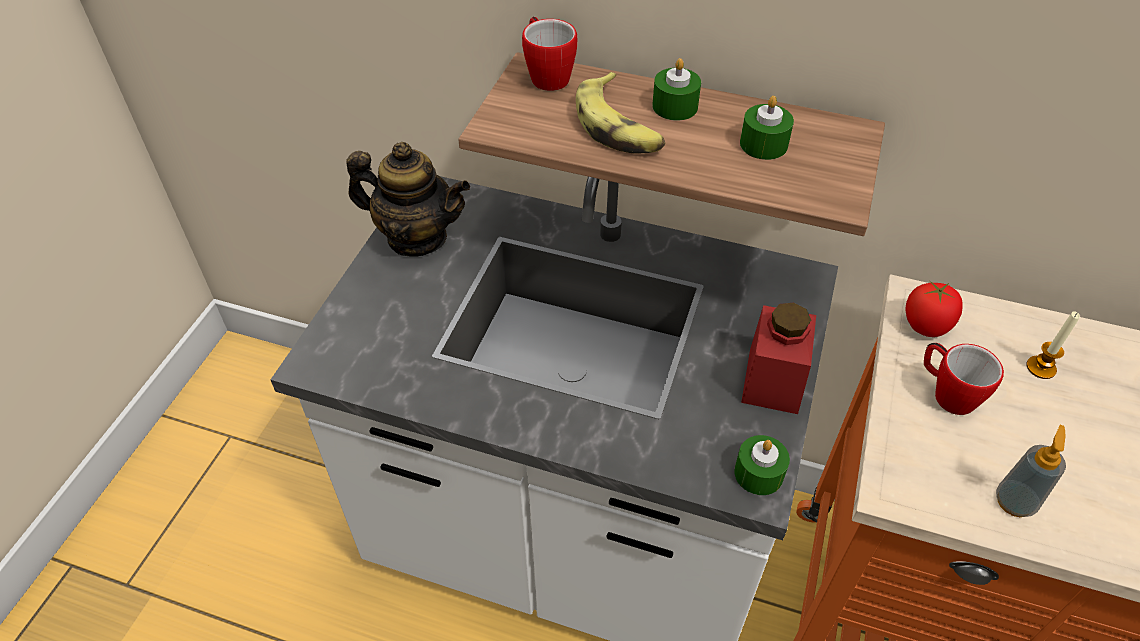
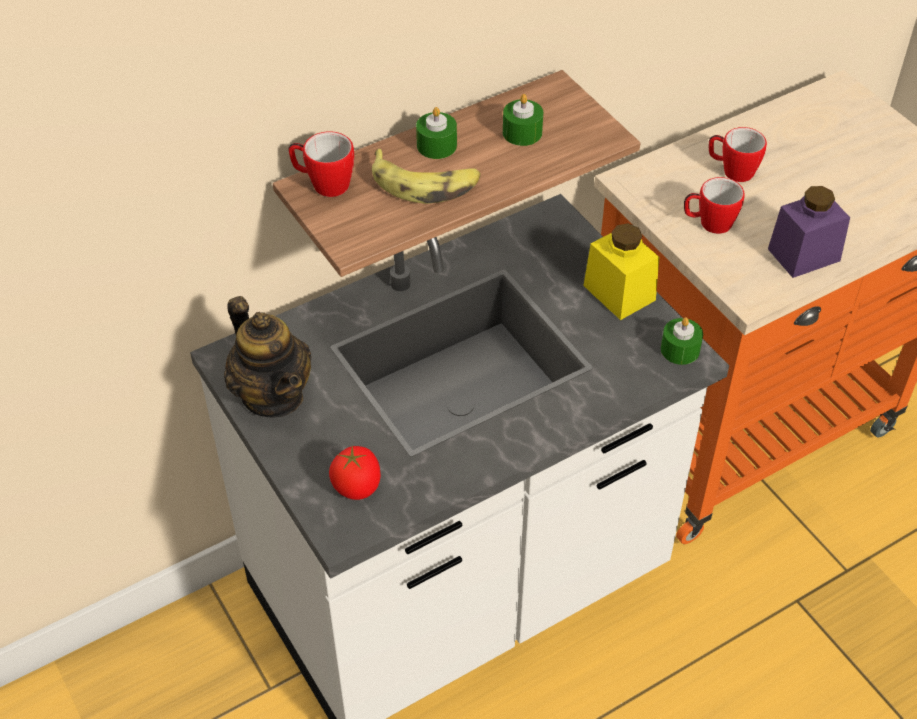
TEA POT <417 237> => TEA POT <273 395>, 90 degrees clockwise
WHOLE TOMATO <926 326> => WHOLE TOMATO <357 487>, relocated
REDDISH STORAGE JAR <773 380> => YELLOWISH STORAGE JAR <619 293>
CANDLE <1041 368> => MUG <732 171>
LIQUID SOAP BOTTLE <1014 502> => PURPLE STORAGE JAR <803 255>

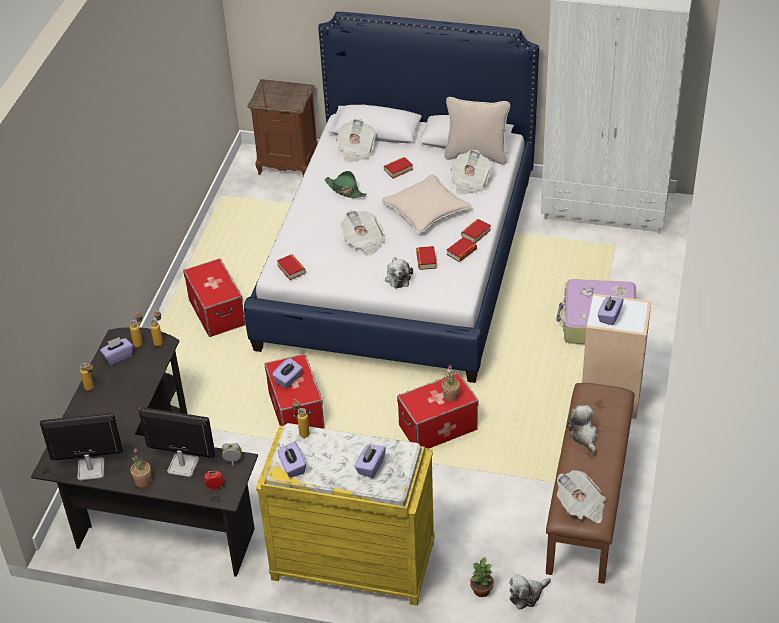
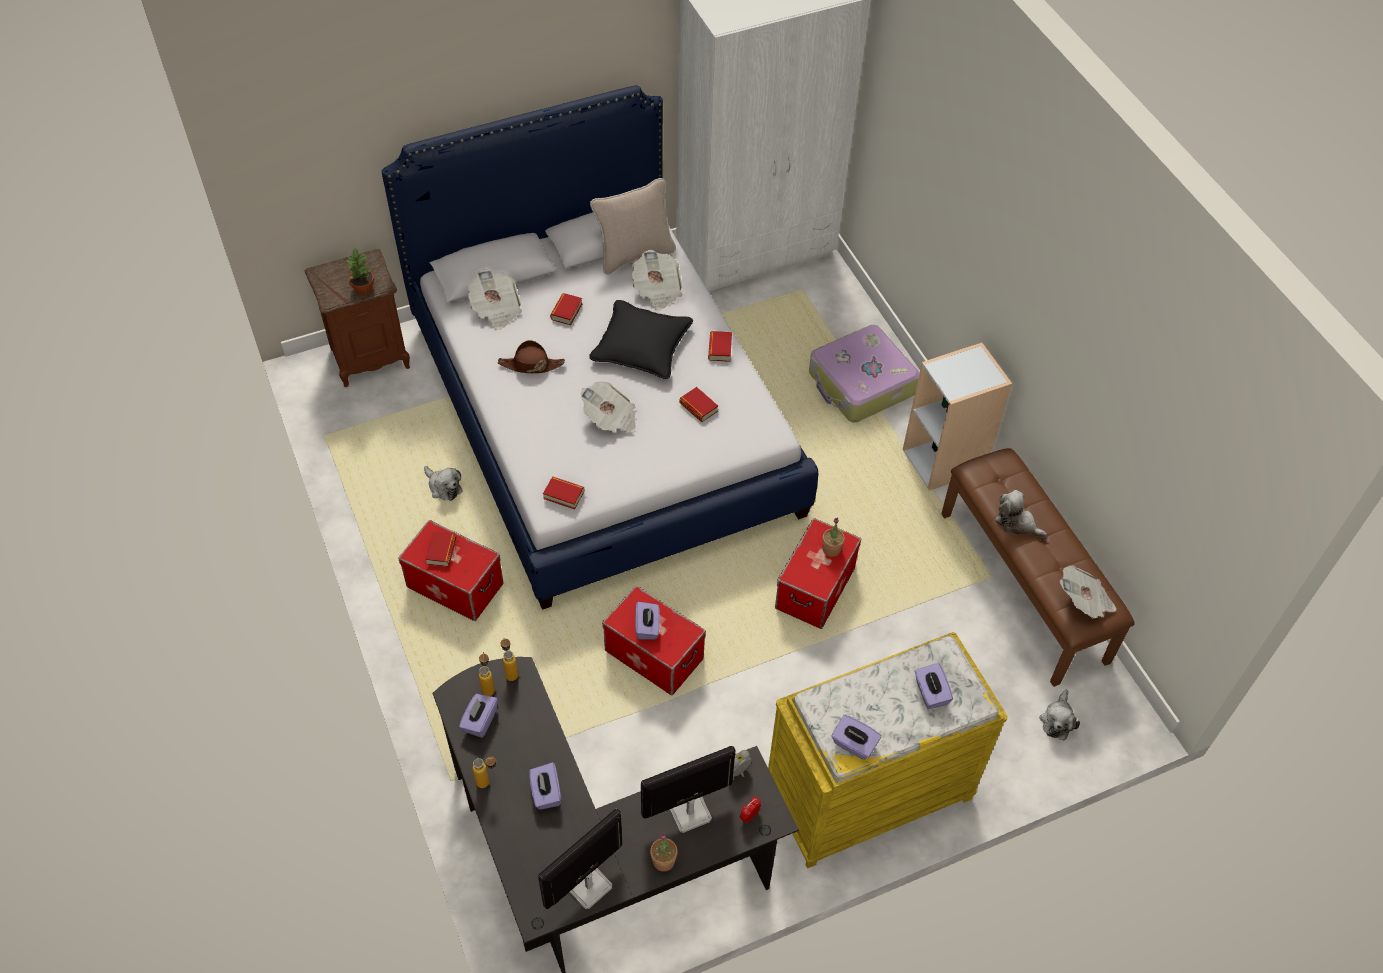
PLANT IN A POT <481 590> => PLANT IN A POT <363 289>, relocated
CUDDLY TOY <397 277> => CUDDLY TOY <443 487>, relocated
VOLUME <461 252> => VOLUME <441 551>, relocated
GREEN-COLOURED HAT <345 190> => BROWNISH HAT <531 365>
PURPLE TISSUE BOX <609 316> => PURPLE TISSUE BOX <546 793>, relocated
SAND-COLOURED PILLOW <426 209> => BLACK PILLOW <641 345>
DRINK BOTTLE <302 431> => nothing

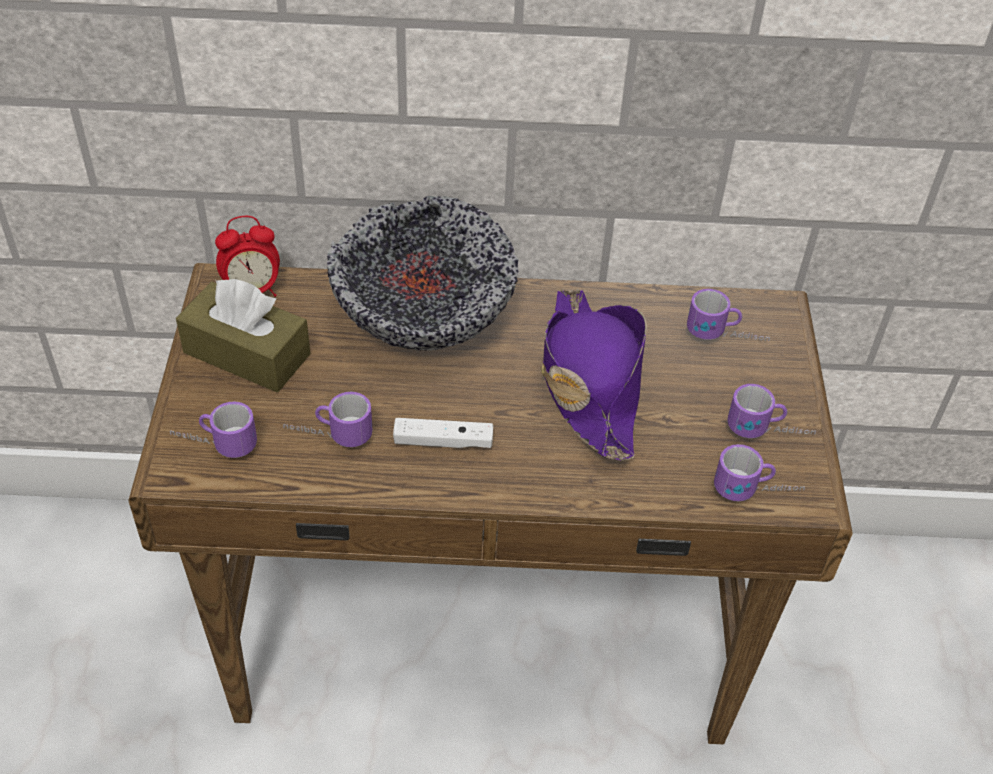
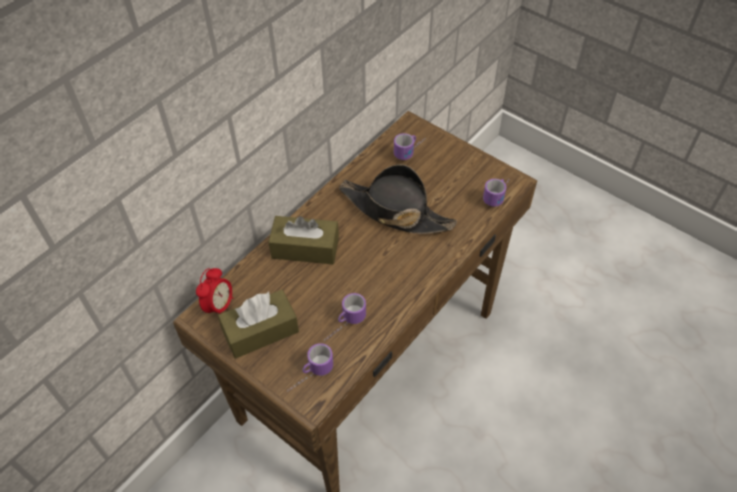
BOWL <424 321> => BROWNISH TISSUE BOX <305 248>
PURPLE HAT <590 381> => BLACK HAT <395 211>
WHITISH JOYPAD <443 441> => nothing
MUG <769 433> => nothing

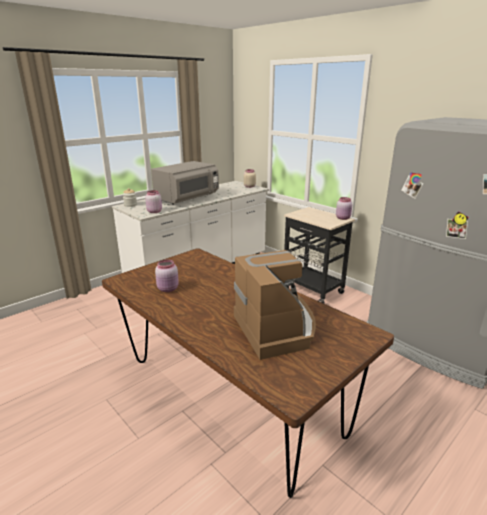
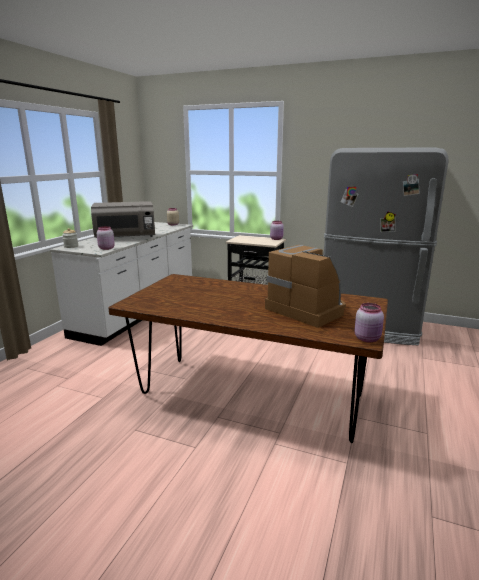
GREY MICROWAVE OVEN <187 199> => GREY MICROWAVE OVEN <125 237>, 60 degrees clockwise
PINKISH STORAGE JAR <168 289> => PINKISH STORAGE JAR <368 338>, relocated

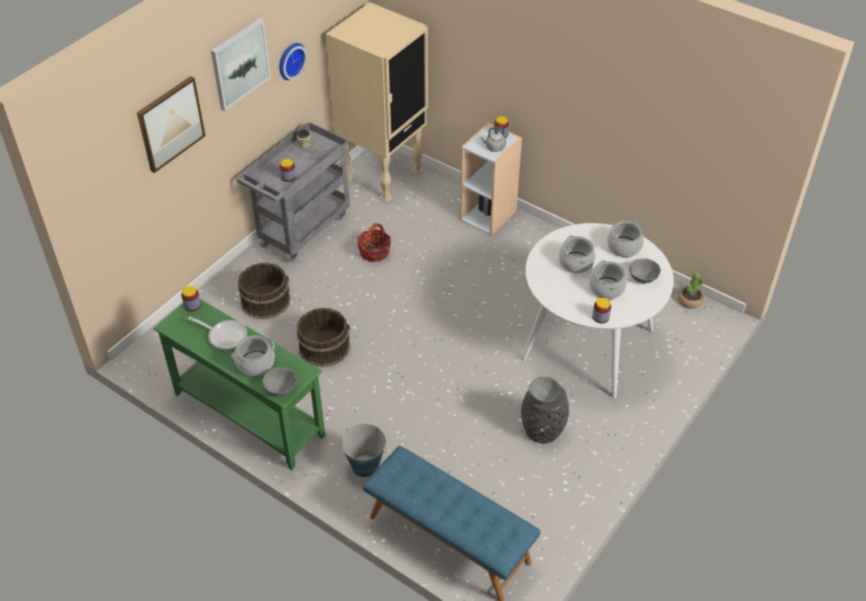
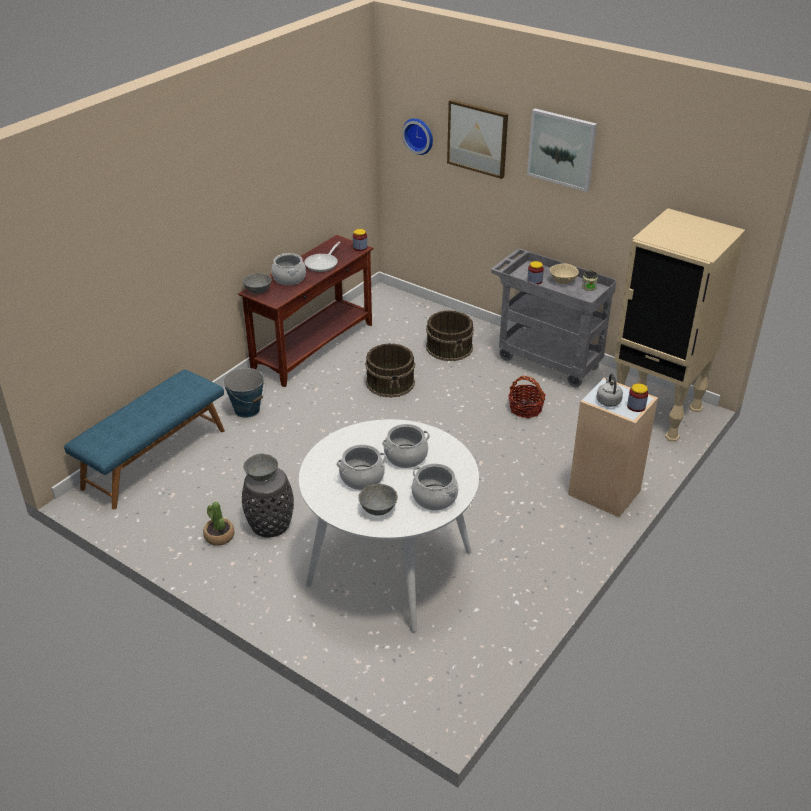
PLANT IN A POT <690 300> => PLANT IN A POT <219 536>, relocated
GREEN-COLOURED CONSOLE TABLE <248 415> => BROWNISH CONSOLE TABLE <313 347>
CLOCK ON THE WALL <290 60> => CLOCK ON THE WALL <419 135>, relocated
nothing => SAND-COLOURED BOWL <562 281>
STORAGE JAR <600 317> => nothing

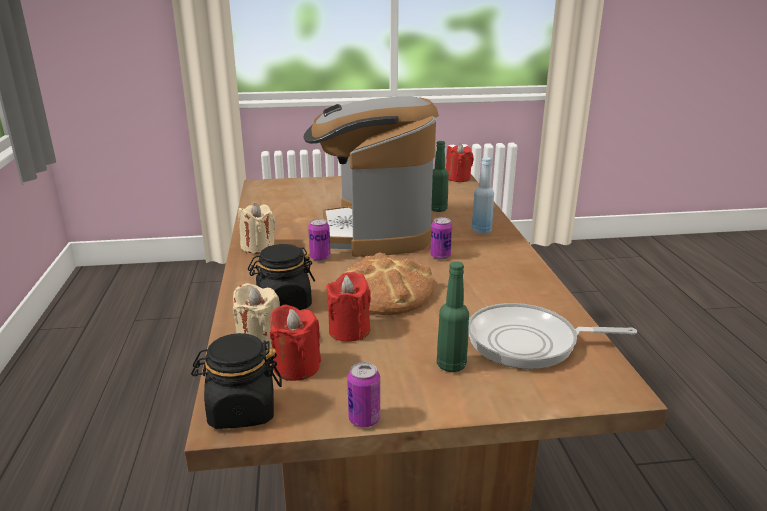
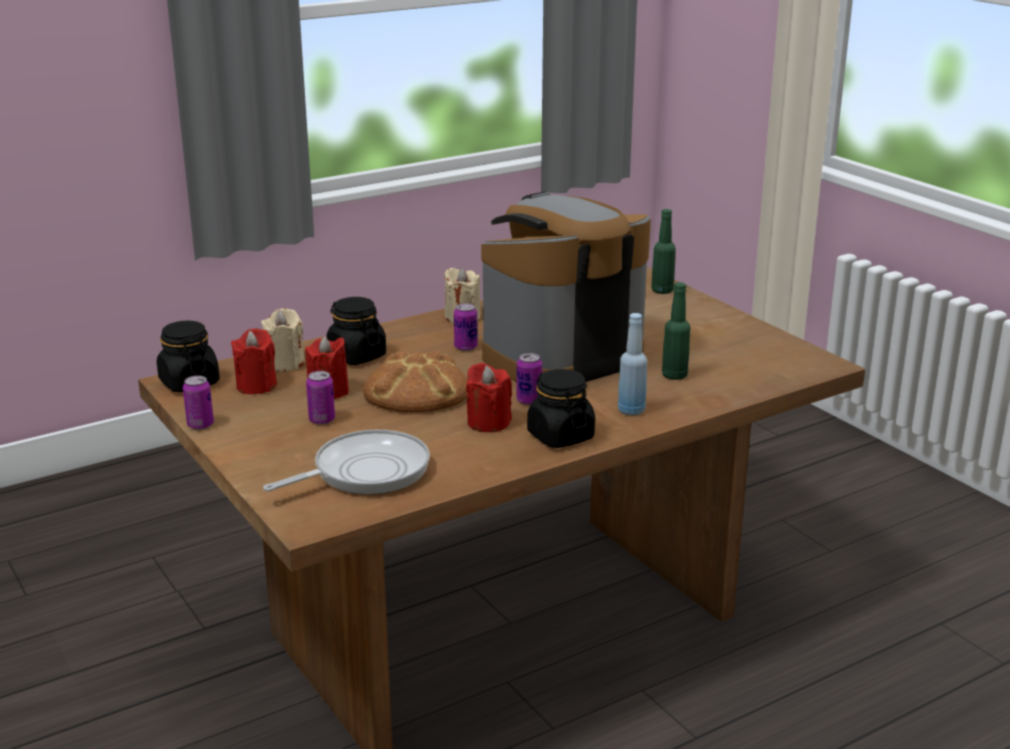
FRYING PAN <528 343> => FRYING PAN <365 472>, 75 degrees clockwise
nothing => METAL CAN <322 420>
REDDISH CANDLE <458 178> => REDDISH CANDLE <488 422>, relocated
nothing => BLACK STORAGE JAR <560 436>
GREEN-COLOURED DRINK BOTTLE <451 365> => GREEN-COLOURED DRINK BOTTLE <662 290>, relocated

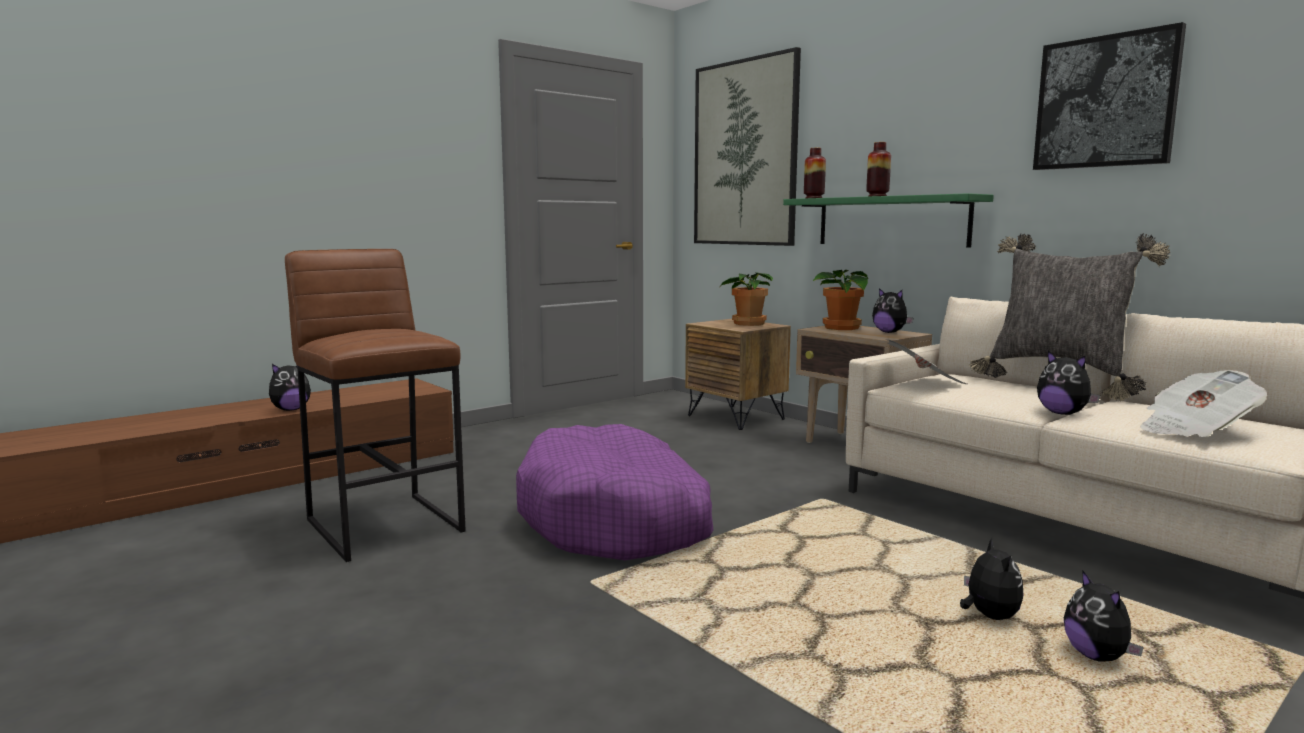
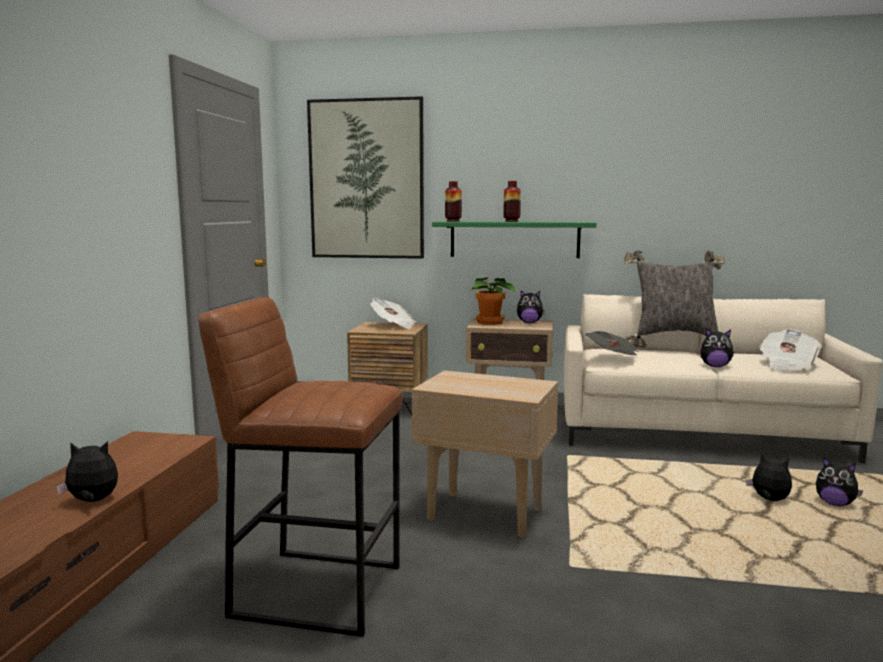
CUDDLY TOY <290 410> => CUDDLY TOY <92 501>, 105 degrees counterclockwise
PLANT IN A POT <747 323> => NEWSPAPER <393 325>
PURPLE DOG BED <616 519> => SAND-COLOURED SIDE TABLE <483 514>
WALL PICTURE <1105 102> => nothing

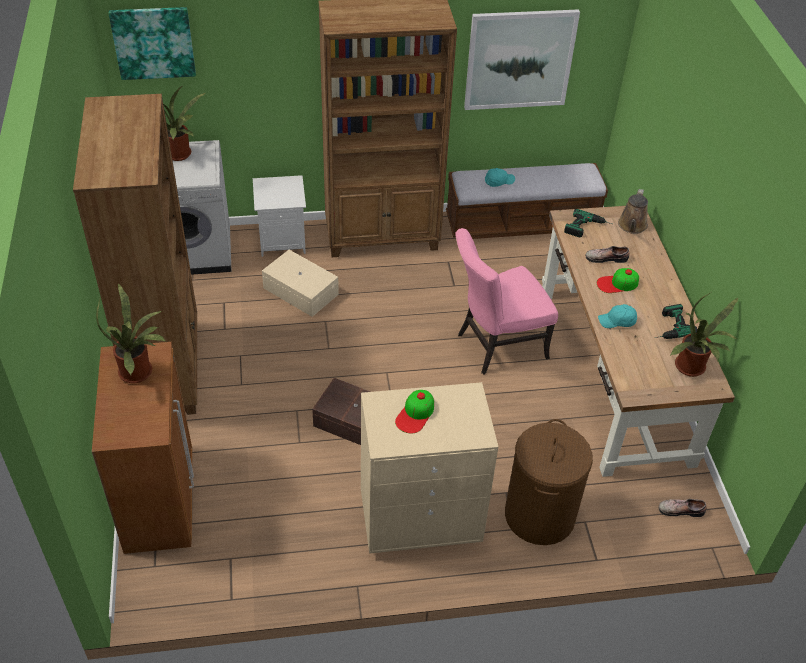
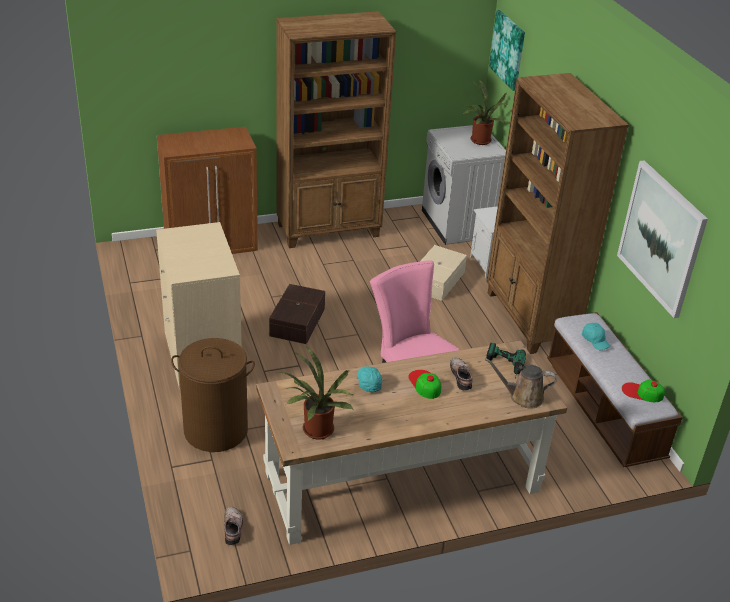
PEAKED CAP <415 414> => PEAKED CAP <642 392>, relocated
PLANT IN A POT <139 372> => nothing
ELECTRIC DRILL <667 326> => nothing

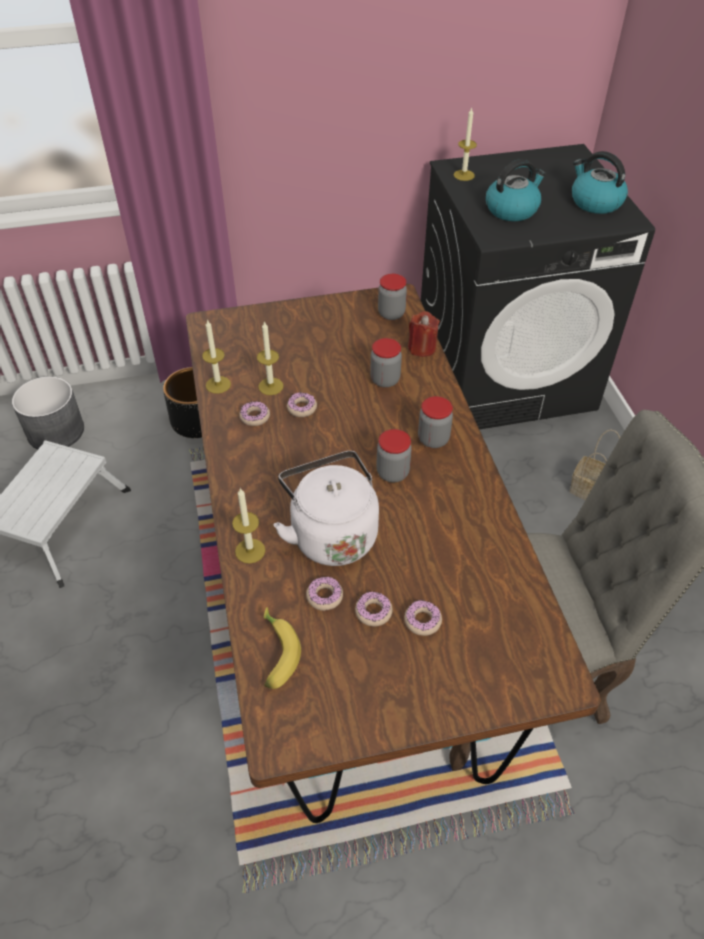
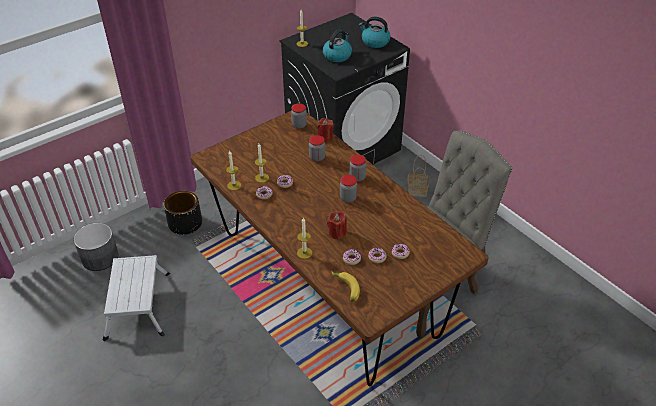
WHITISH WATER KETTLE <331 533> => REDDISH CANDLE <337 233>

